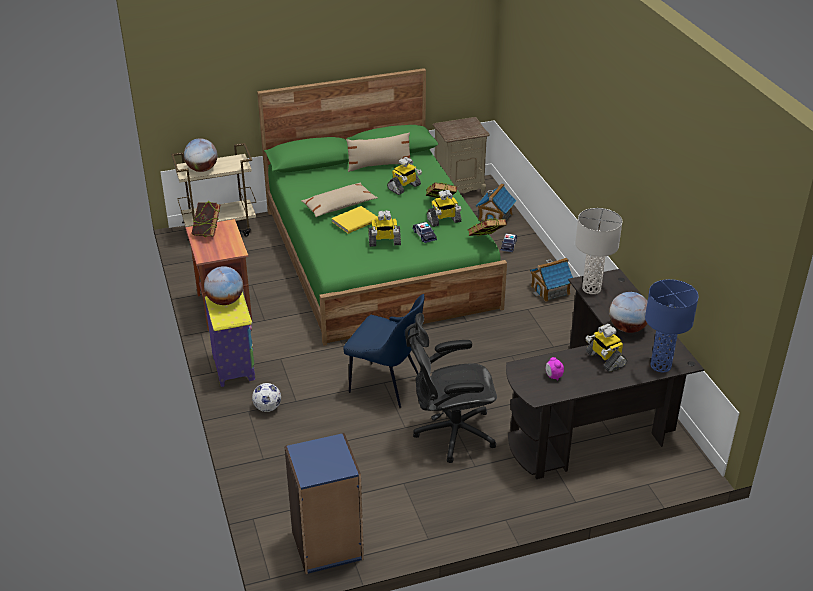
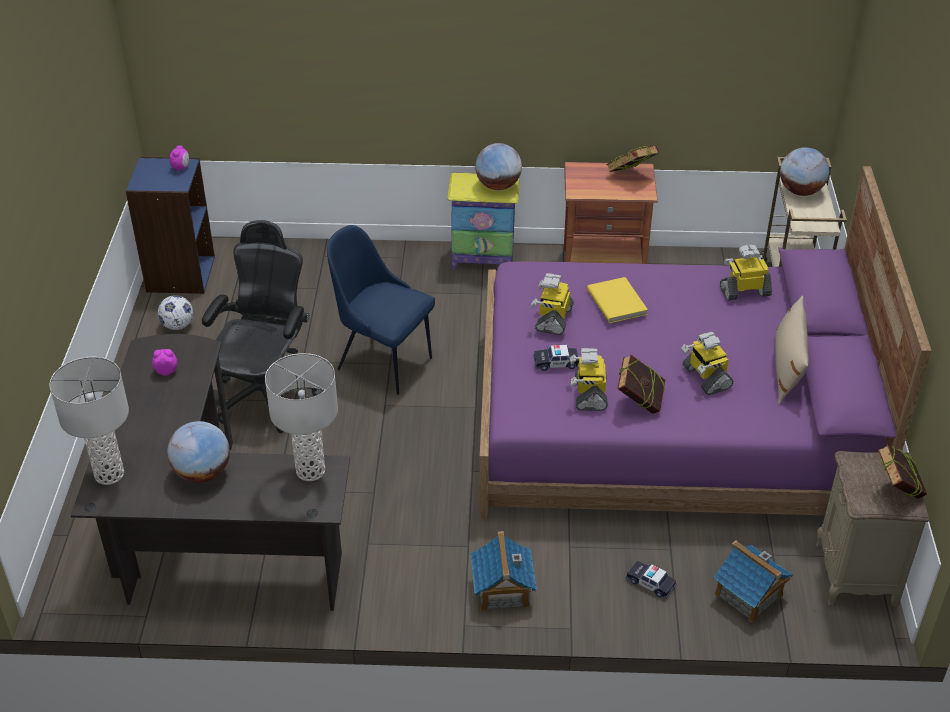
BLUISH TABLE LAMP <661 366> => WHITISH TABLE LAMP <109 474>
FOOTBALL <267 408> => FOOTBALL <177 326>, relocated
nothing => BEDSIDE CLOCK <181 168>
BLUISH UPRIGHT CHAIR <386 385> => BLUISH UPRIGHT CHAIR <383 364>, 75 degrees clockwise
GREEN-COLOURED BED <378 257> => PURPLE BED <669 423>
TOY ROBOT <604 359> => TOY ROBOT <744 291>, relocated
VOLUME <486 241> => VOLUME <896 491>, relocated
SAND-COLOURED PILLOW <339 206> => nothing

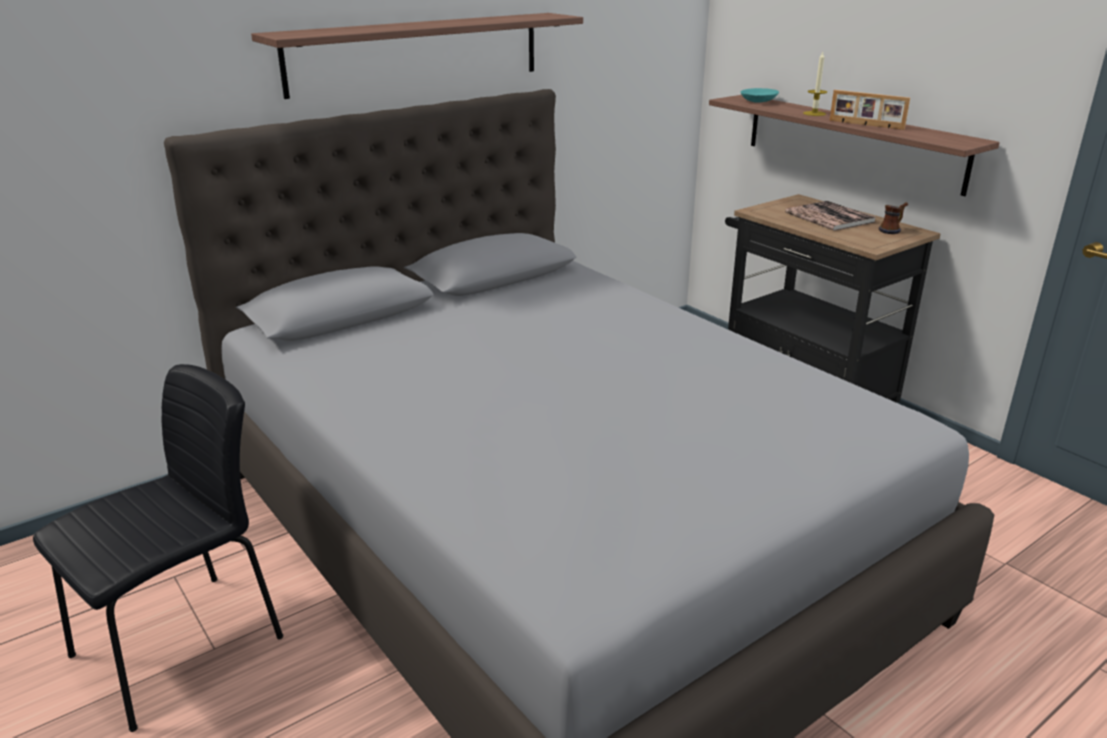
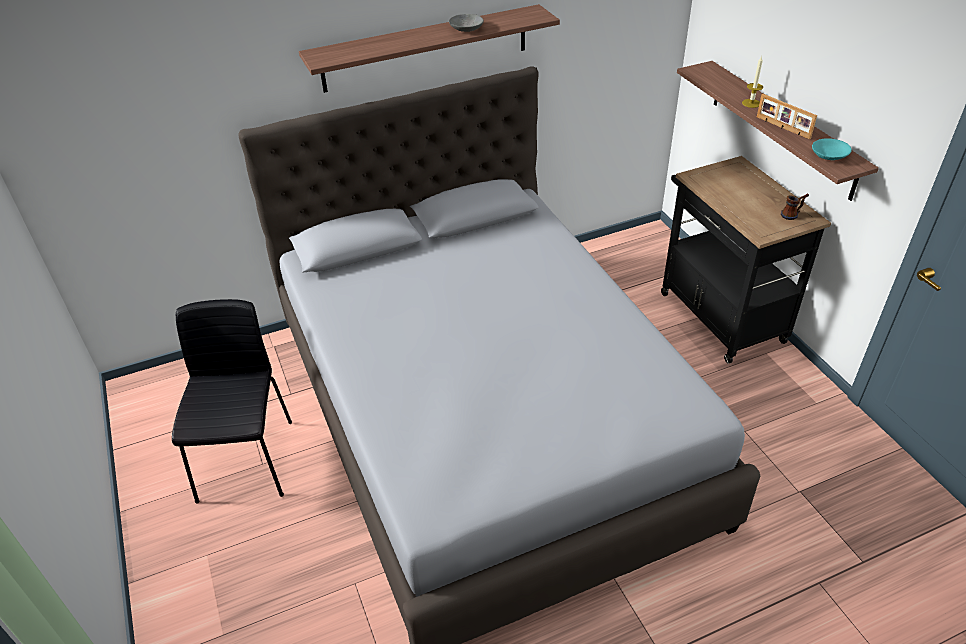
BLACK UPRIGHT CHAIR <185 642> => BLACK UPRIGHT CHAIR <246 457>, 60 degrees counterclockwise
nothing => GREY BOWL <466 29>
BLUE-GREEN BOWL <758 101> => BLUE-GREEN BOWL <828 156>, relocated
VOLUME <829 217> => nothing

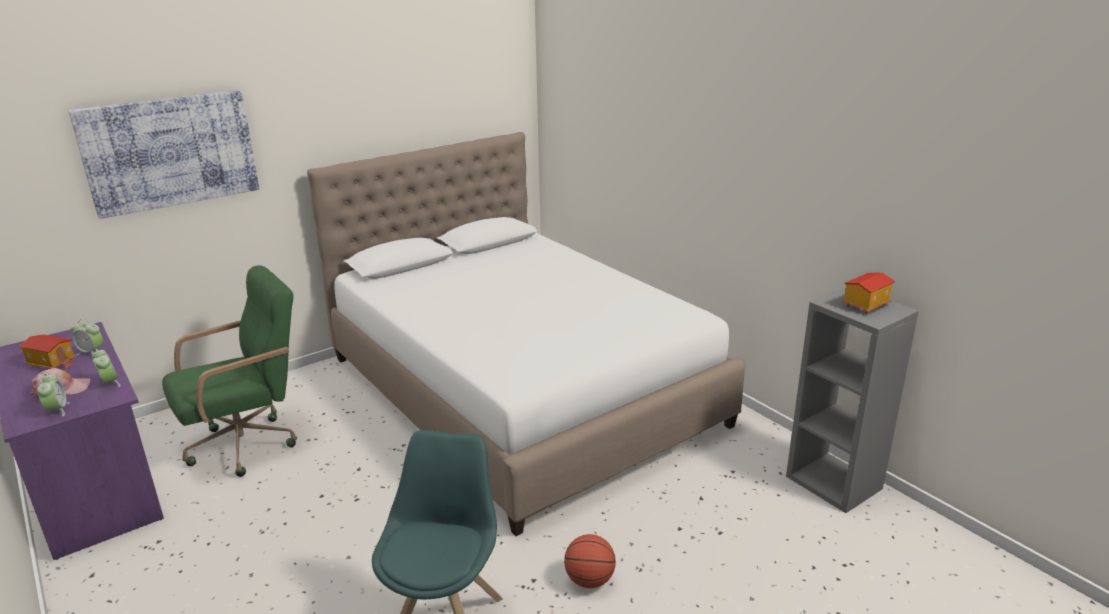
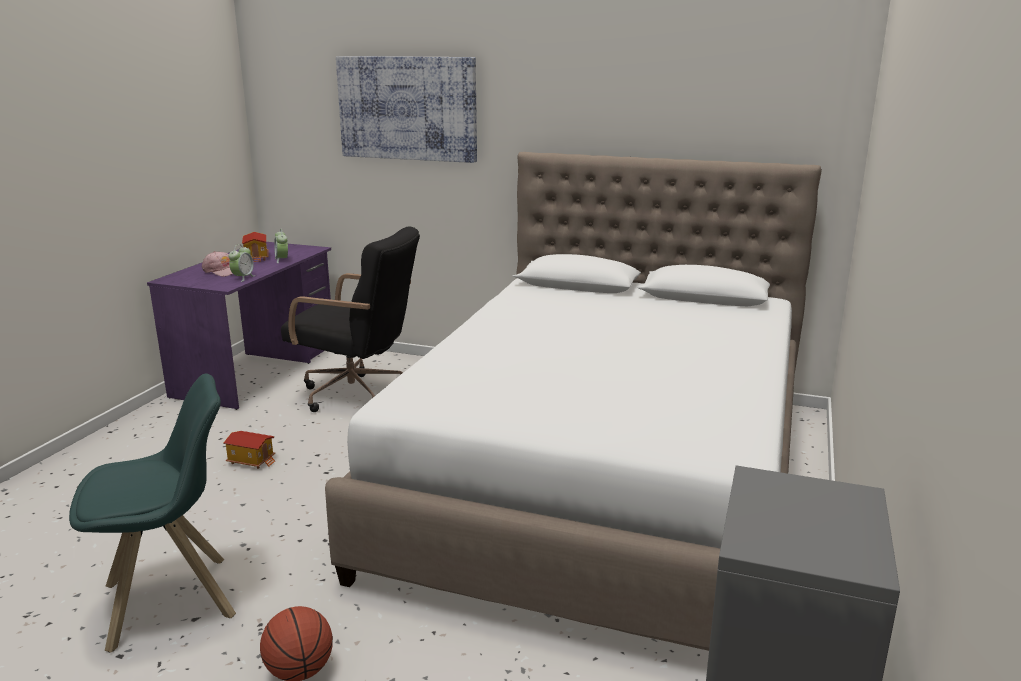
MODEL HOUSE <865 305> => MODEL HOUSE <252 461>, relocated
GREEN-COLOURED DESK CHAIR <249 445> => BLACK DESK CHAIR <357 396>
BEDSIDE CLOCK <57 410> => nothing

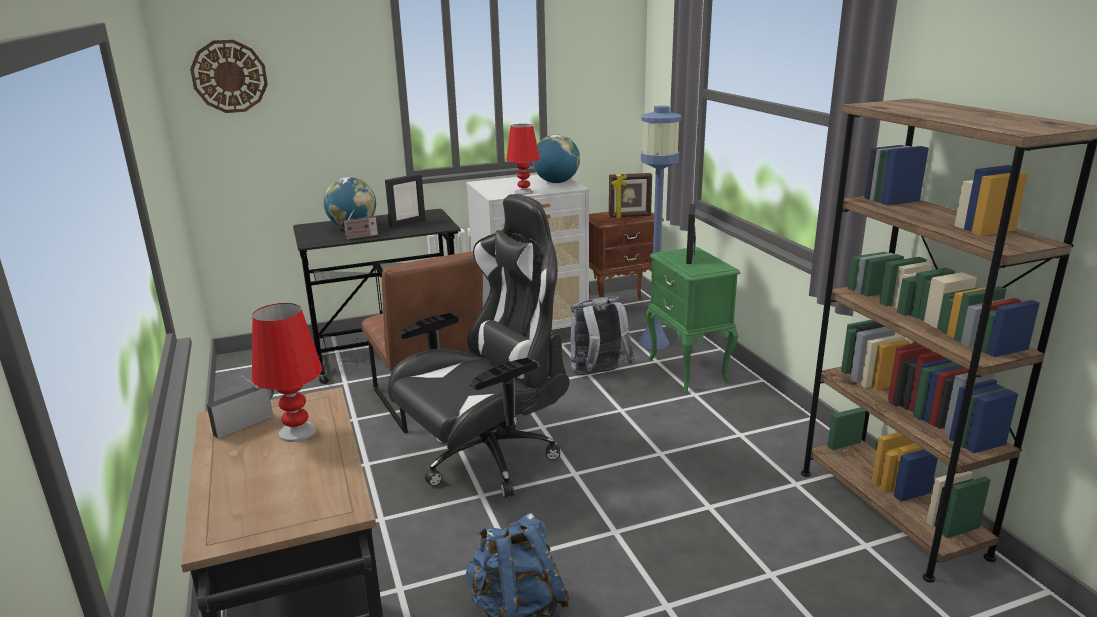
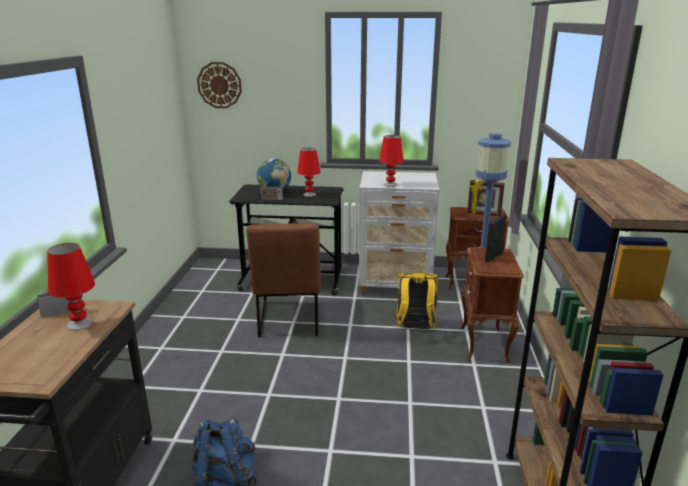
STANDING FRAME <407 223> => REDDISH TABLE LAMP <309 194>
GREY RUCKSACK <598 374> => YELLOWISH RUCKSACK <415 329>
GREEN-COLOURED NIGHT TABLE <688 371> => BROWNISH NIGHT TABLE <484 344>
BLACK DESK CHAIR <482 463> => nothing
WORLD GLOBE <556 182> => nothing

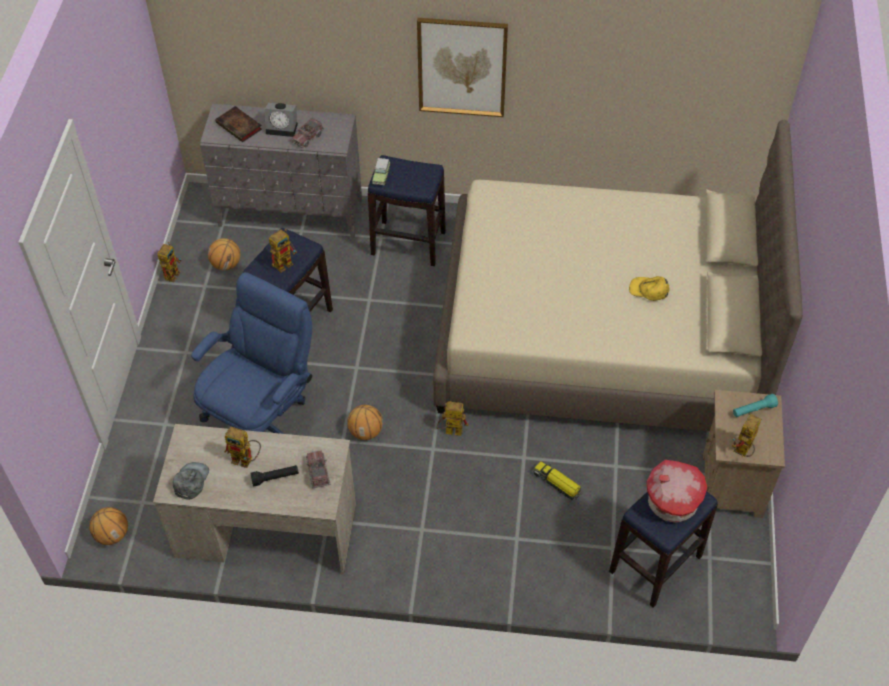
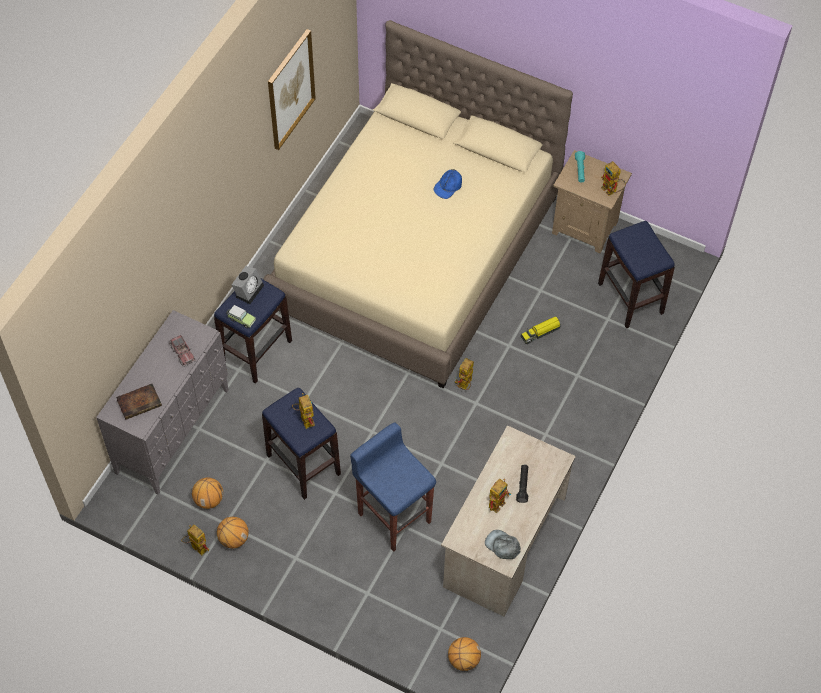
BASKETBALL BALL <366 431> => BASKETBALL BALL <233 539>, relocated
BEDSIDE CLOCK <283 128> => BEDSIDE CLOCK <249 290>, relocated
WALL PICTURE <462 67> => WALL PICTURE <290 89>, relocated
BLUISH DESK CHAIR <262 419> => BLUISH STOOL <394 516>
YELLOWISH PEAKED CAP <649 290> => BLUISH PEAKED CAP <448 186>
TOY LORRY <318 472> => nothing
MODEL HOUSE <671 503> => nothing

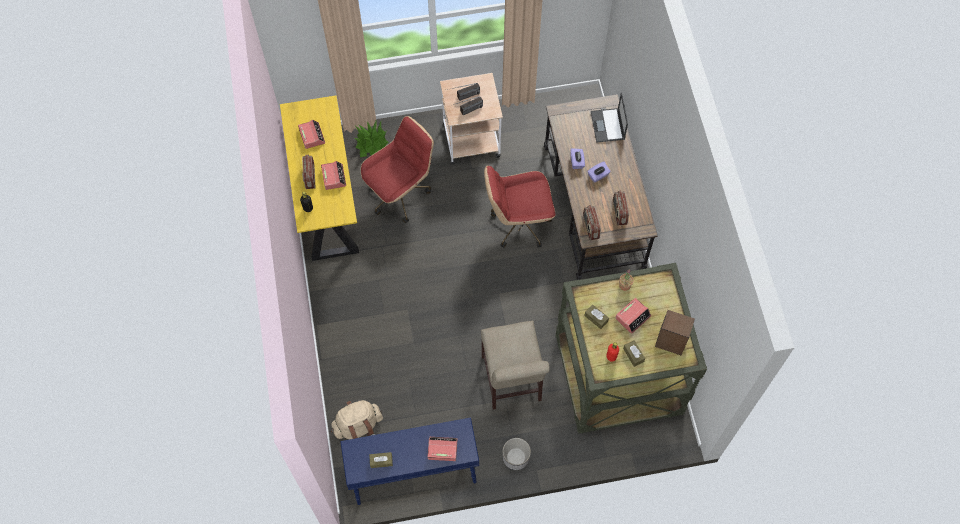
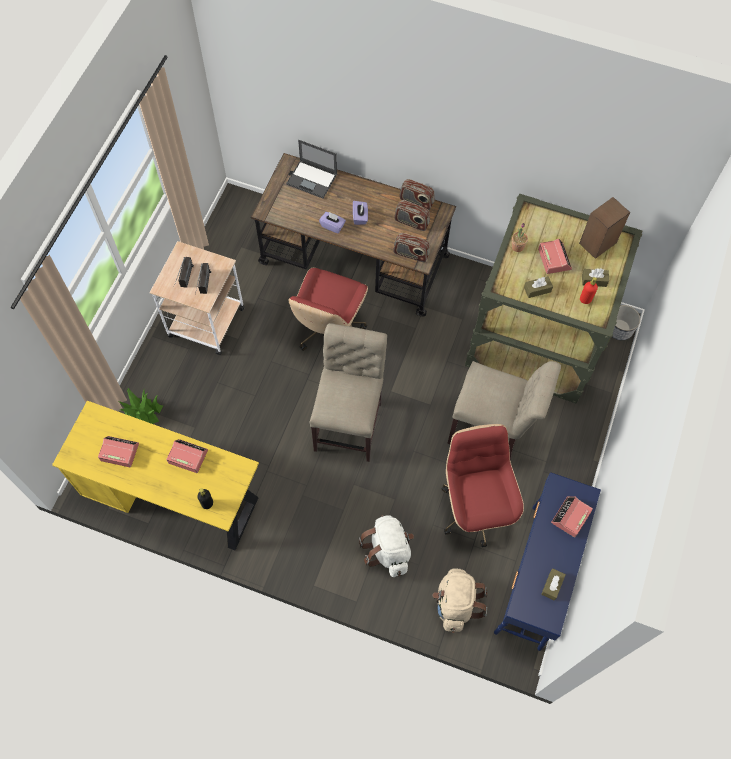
nothing => SAND-COLOURED UPRIGHT CHAIR <350 422>
nothing => WHITISH RUCKSACK <388 550>
RADIO <310 177> => RADIO <416 201>, relocated
REDDISH DESK CHAIR <401 194> => REDDISH DESK CHAIR <474 507>, relocated
FLOWER POT <515 458> => FLOWER POT <619 329>, relocated

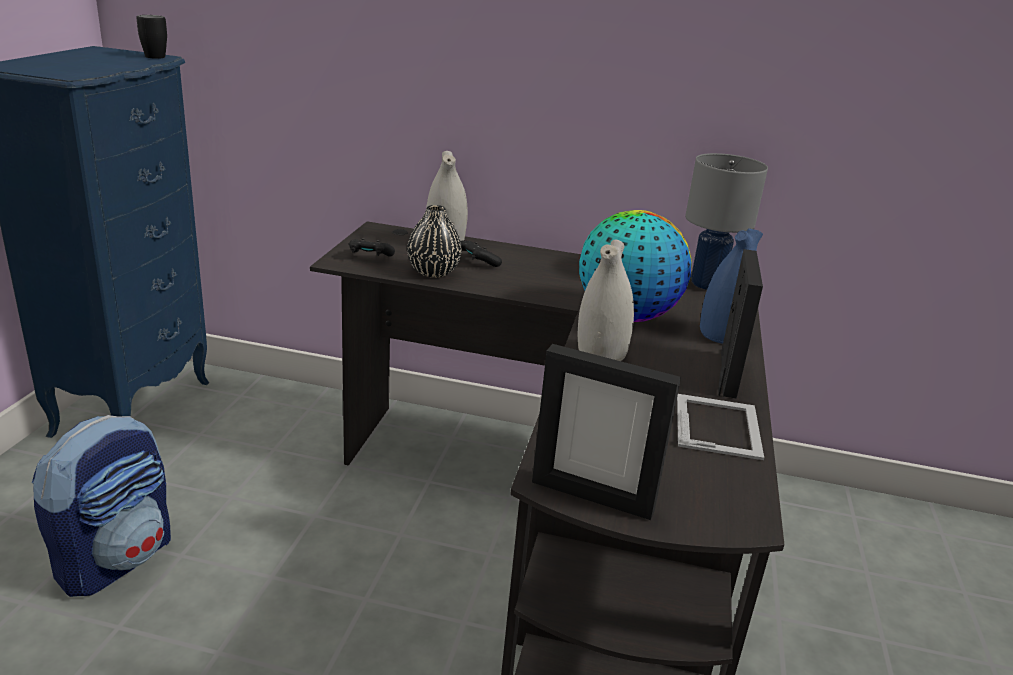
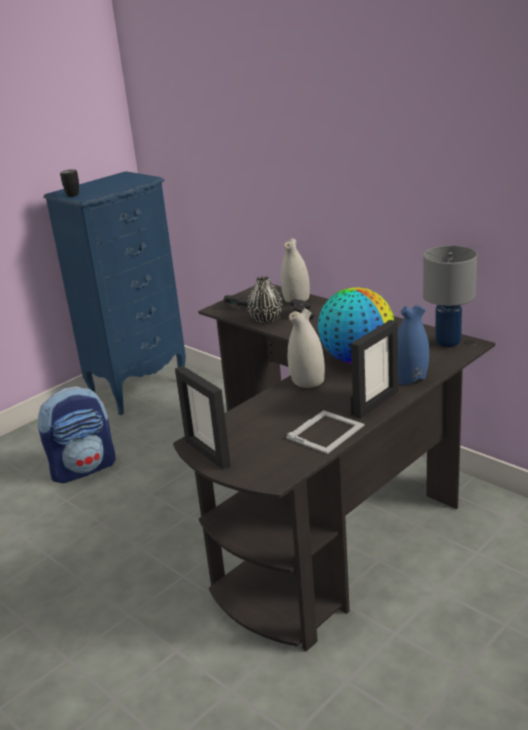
BLACK MUG <154 56> => BLACK MUG <74 194>, relocated

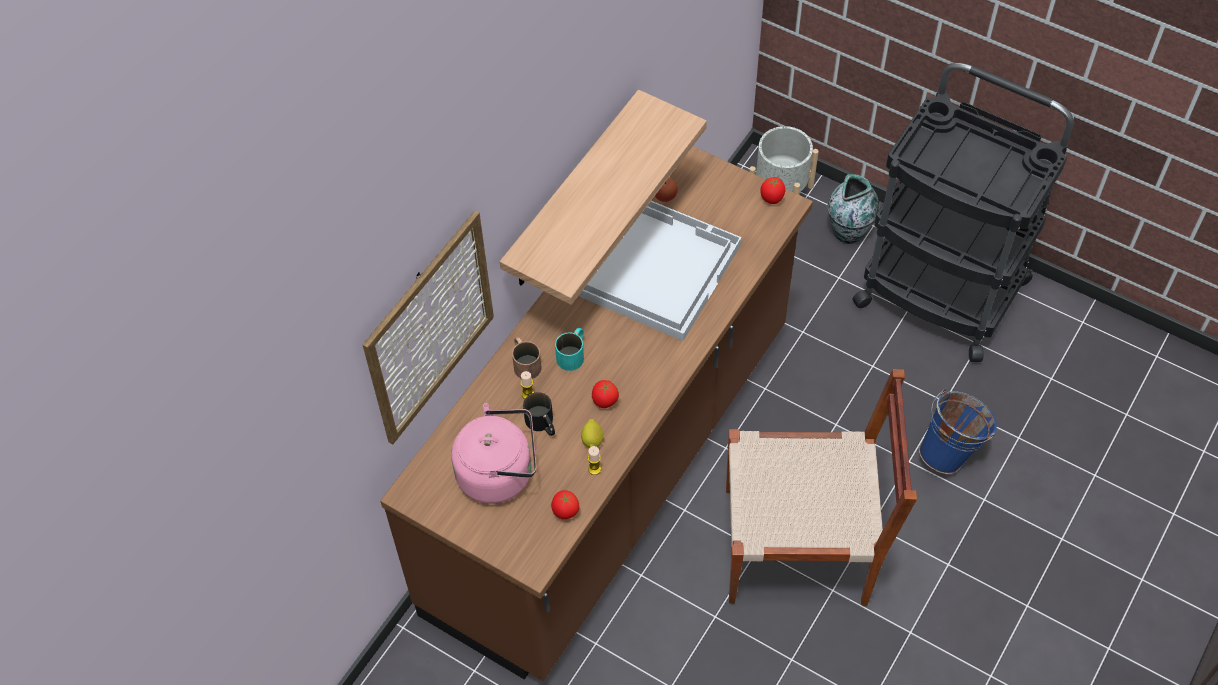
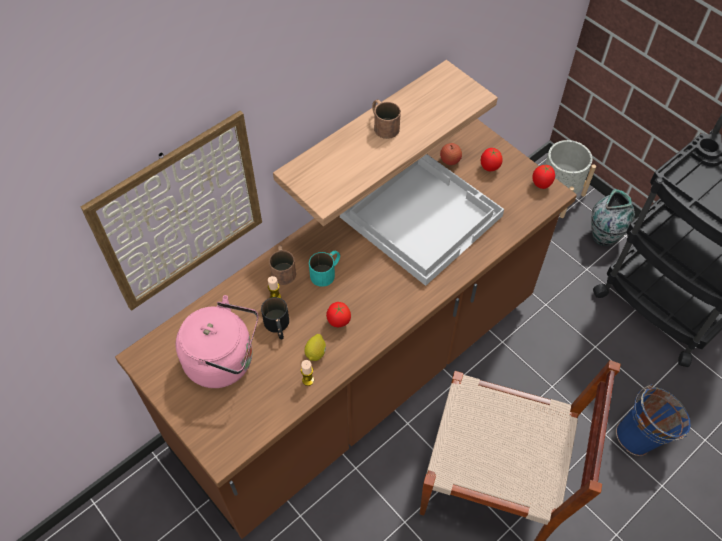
nothing => BROWNISH MUG <383 125>
WHOLE TOMATO <565 512> => WHOLE TOMATO <489 168>, relocated

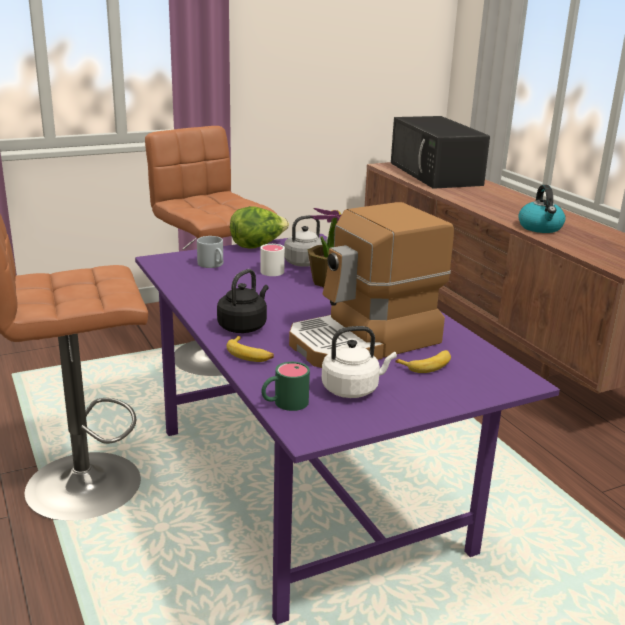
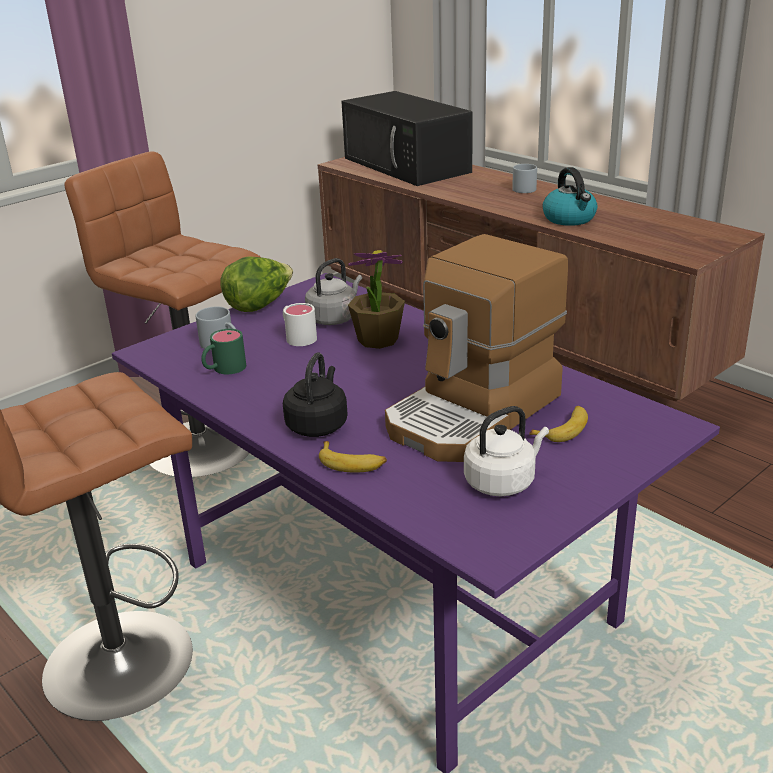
GREEN-COLOURED MUG <284 403> => GREEN-COLOURED MUG <223 369>, relocated
nothing => GREY MUG <524 188>

